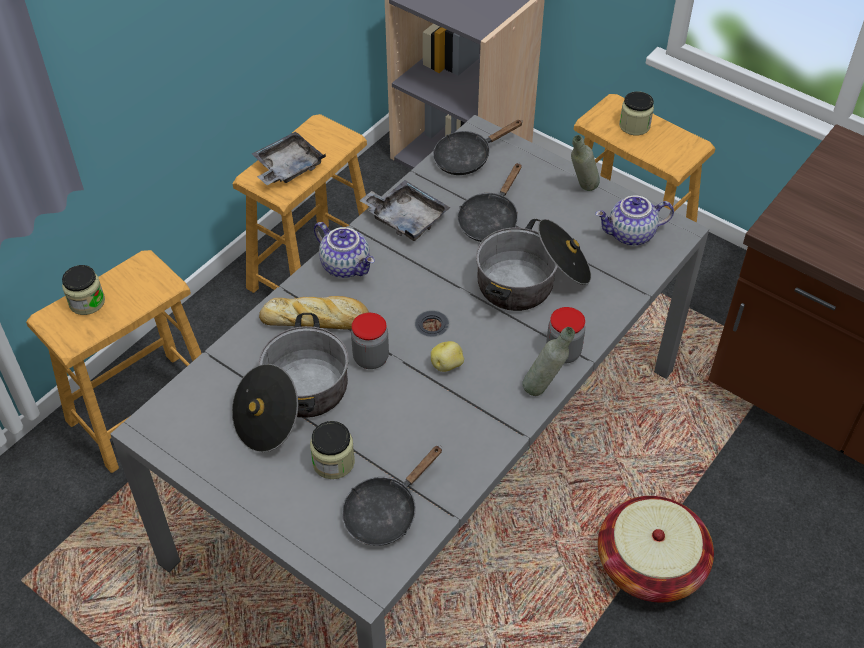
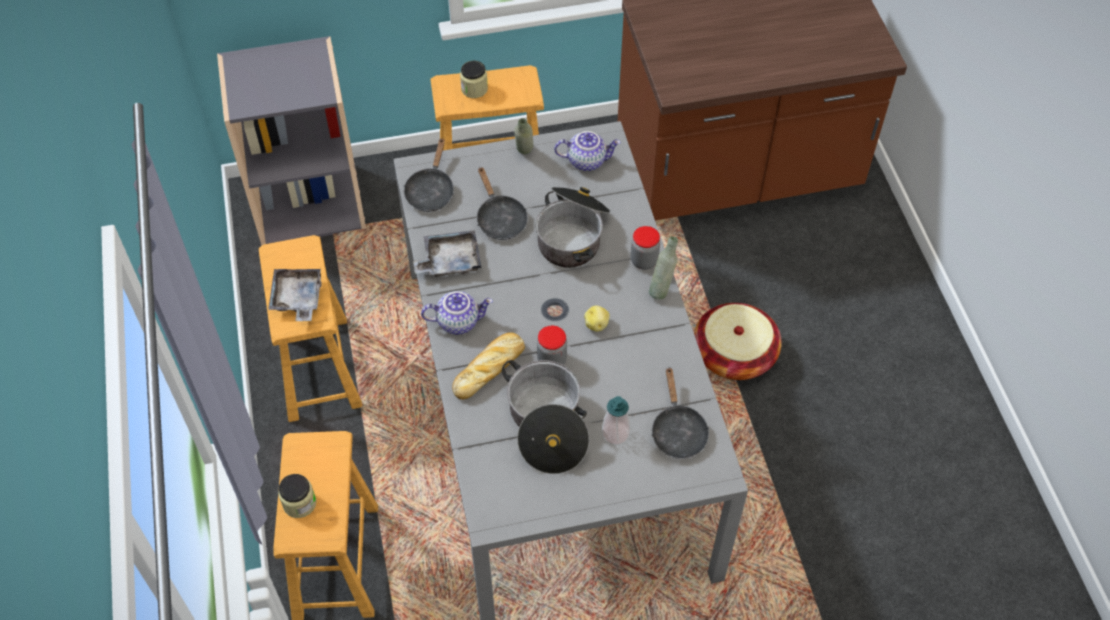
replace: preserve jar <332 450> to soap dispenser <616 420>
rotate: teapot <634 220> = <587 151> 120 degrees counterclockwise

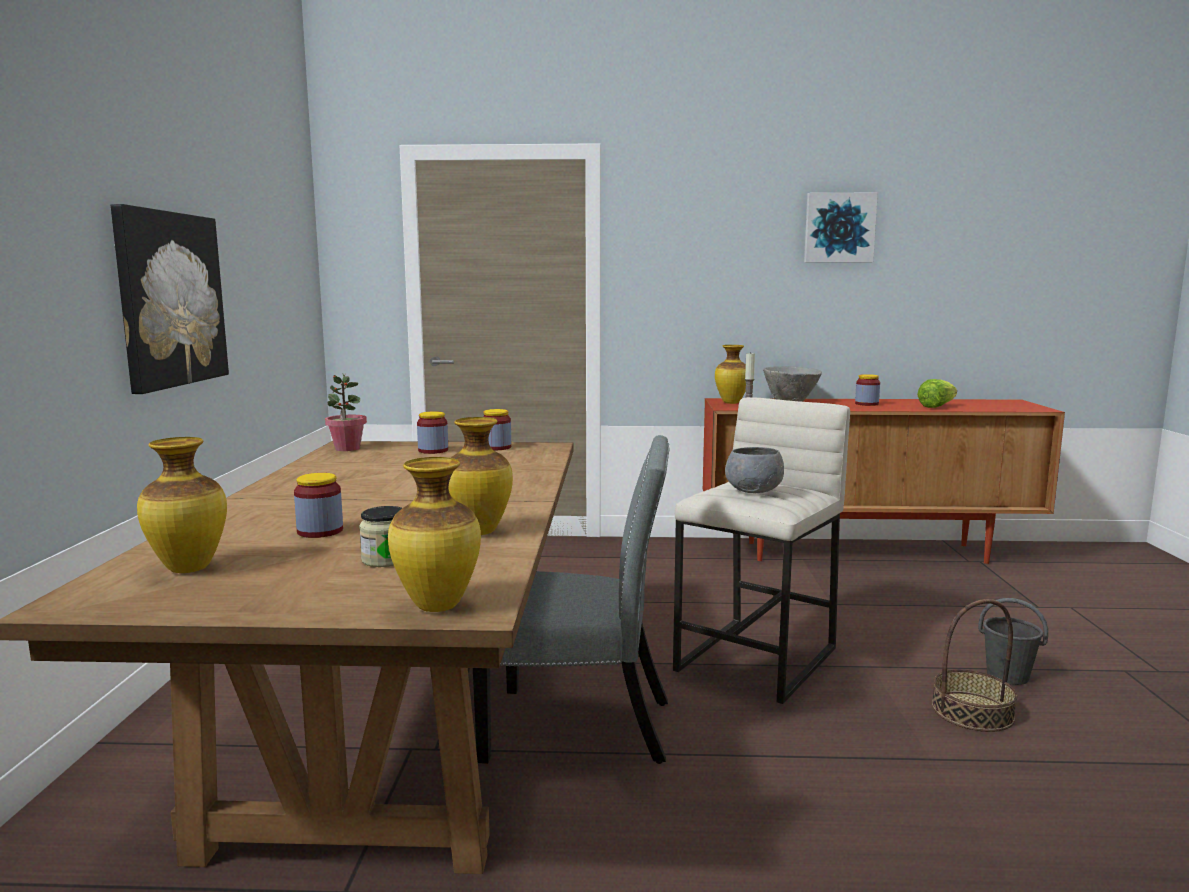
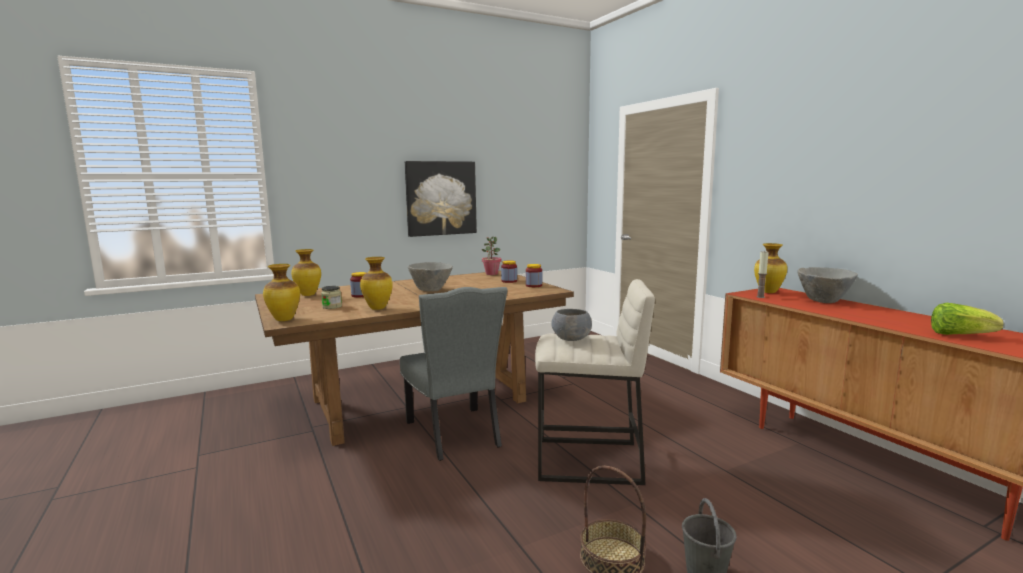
delete: wall art <841 227>; preserve jar <867 390>
insert: serving bowl/greyish <430 276>

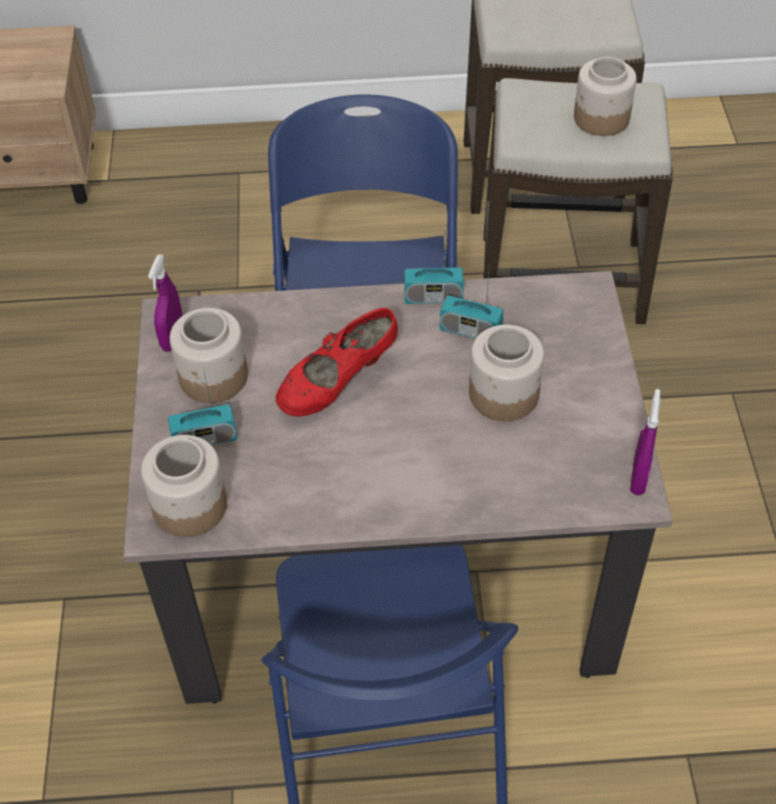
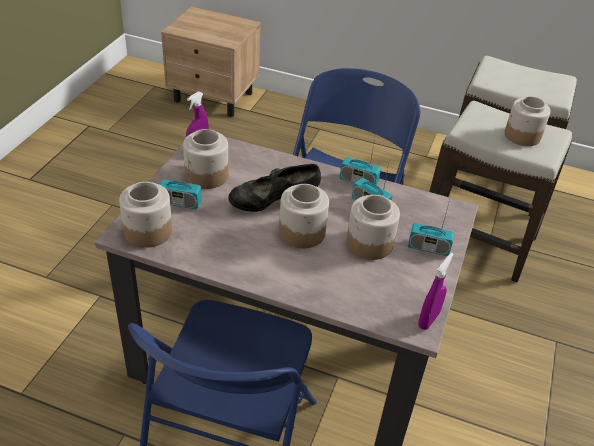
insert: preserve jar <304 216>; radio receiver <431 228>
recolor: shoe/red-coloured <337 362> to shoe/blackish <274 188>

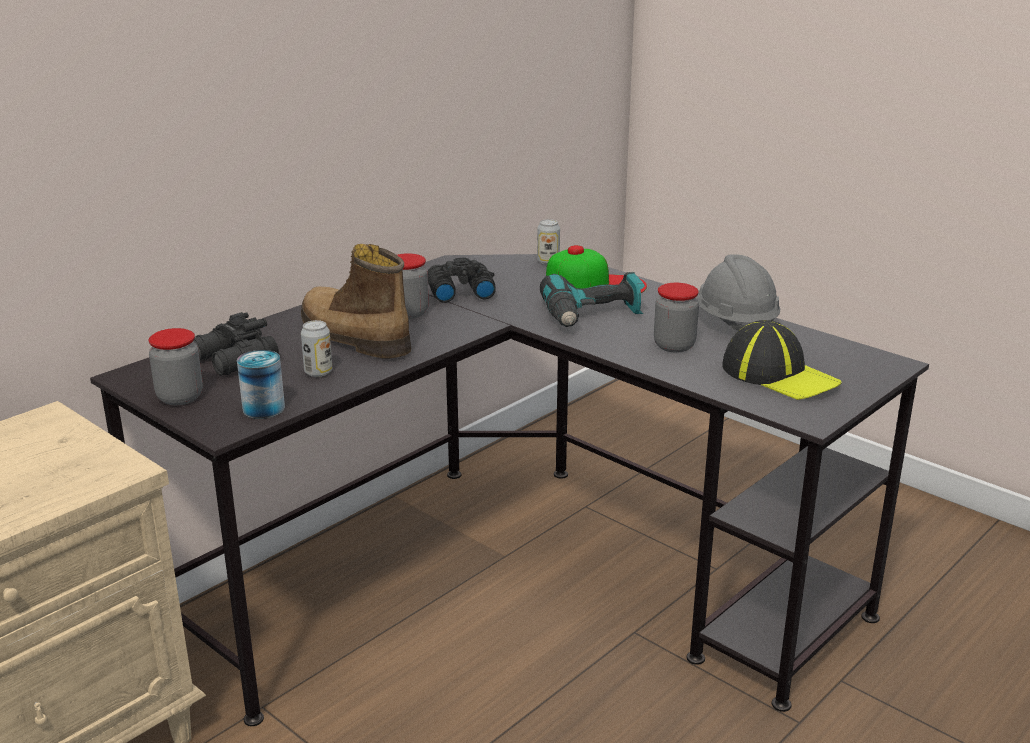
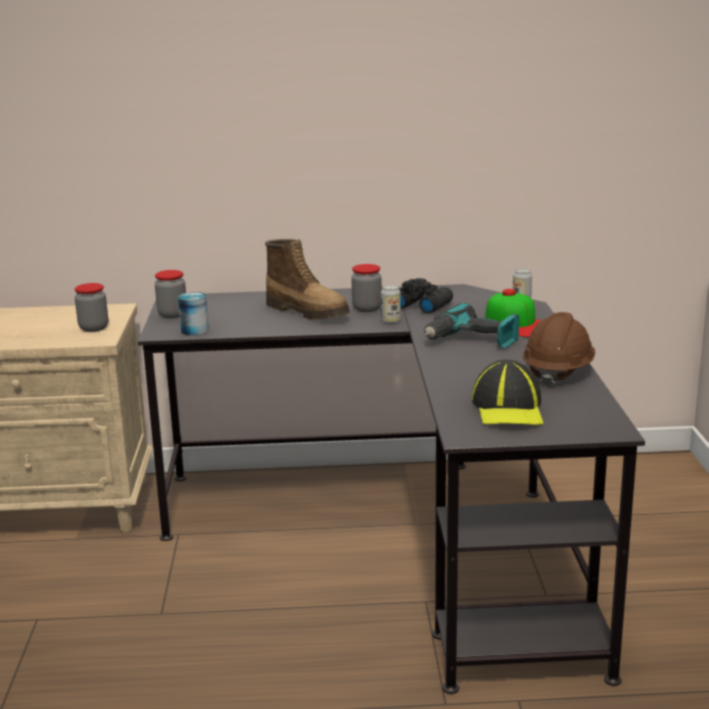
delete: binoculars/blackish <236 344>
move: sealed can <316 348> to <391 304>; preserve jar <676 318> to <91 307>
recolor: safety helmet/greyish <738 292> to safety helmet/brown-coloured <559 349>
rotate: tall boot <356 301> = <307 279> 135 degrees clockwise

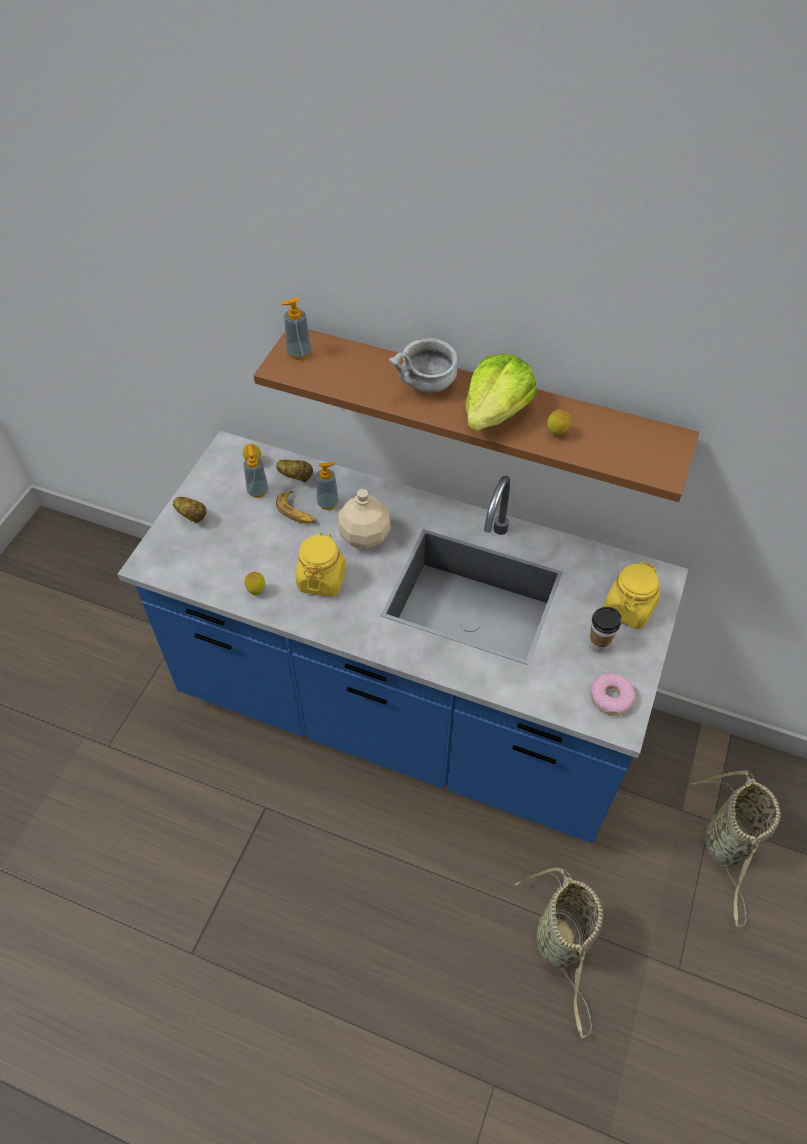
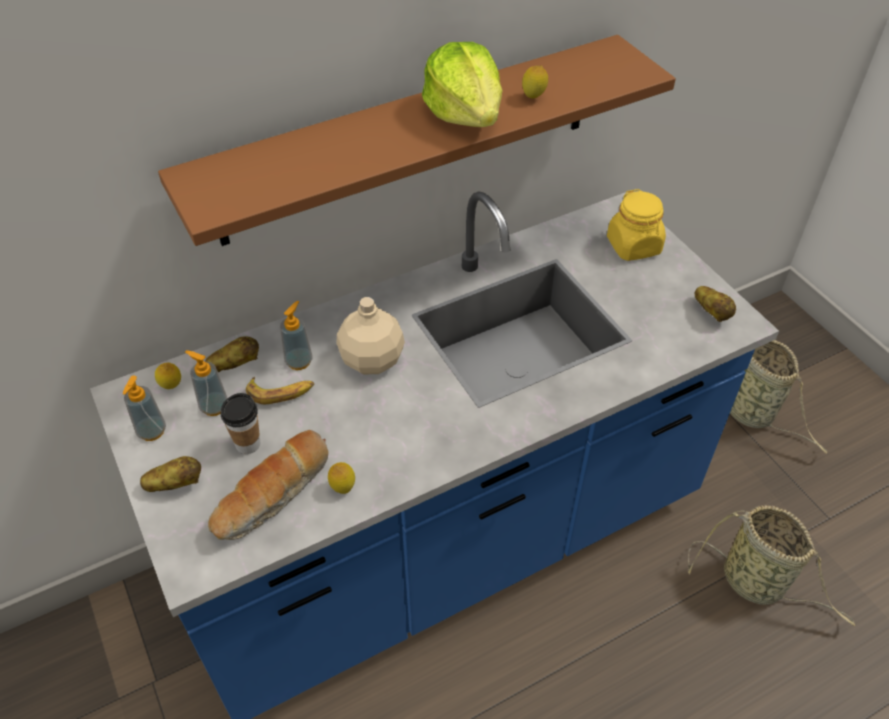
delete: preserve jar/yellow <321 564>; serving bowl/greyish <423 365>
insert: bread <268 485>
move: soap dispenser <296 328> to <144 408>; drinking cup <605 630> to <241 423>
replace: ring doughnut <612 694> to potato <715 304>

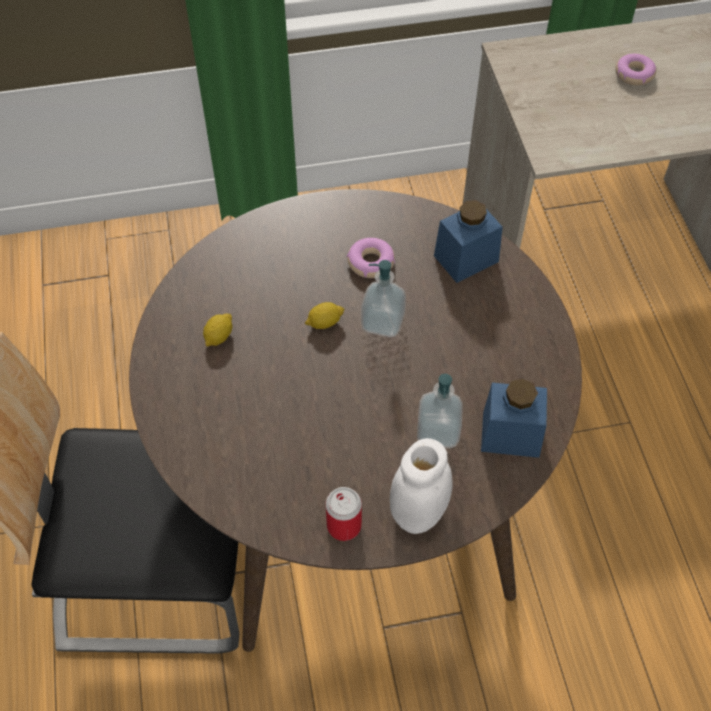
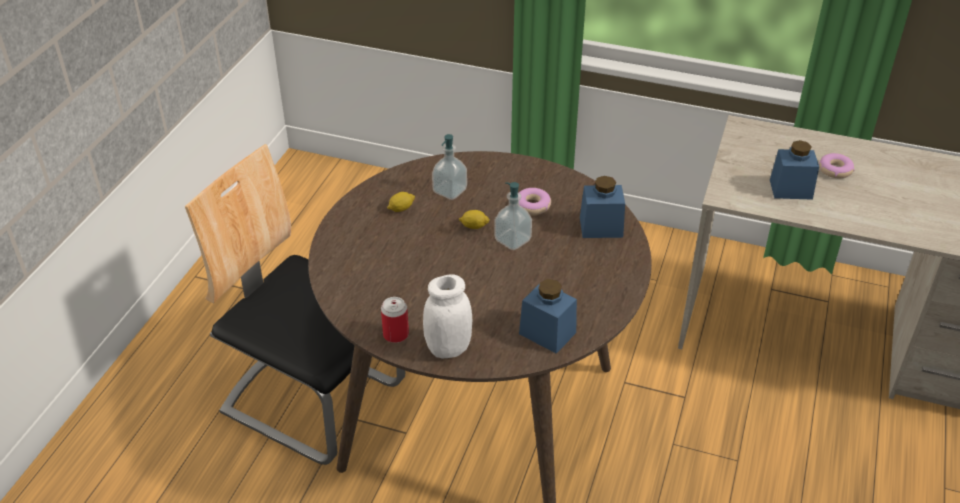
insert: preserve jar/blue <794 170>
move: soap dispenser <440 411> to <449 167>

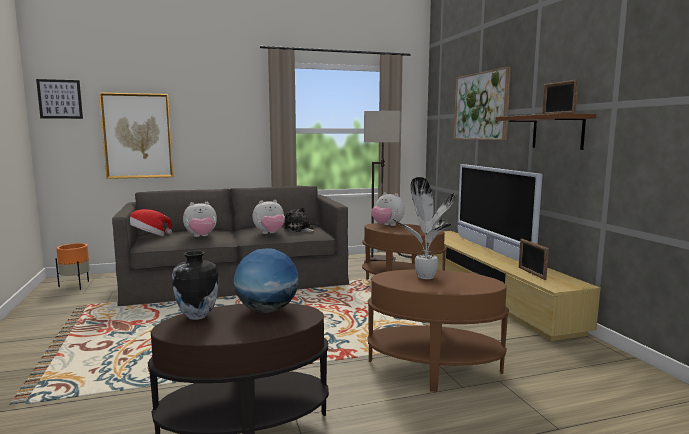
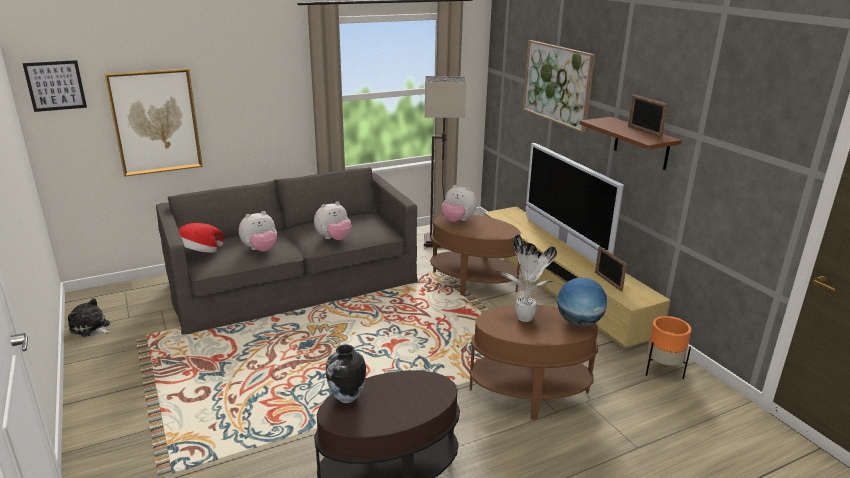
move: flower pot/orange-coloured <72 266> to <669 347>; world globe <266 280> to <582 302>; plush toy <300 219> to <89 317>

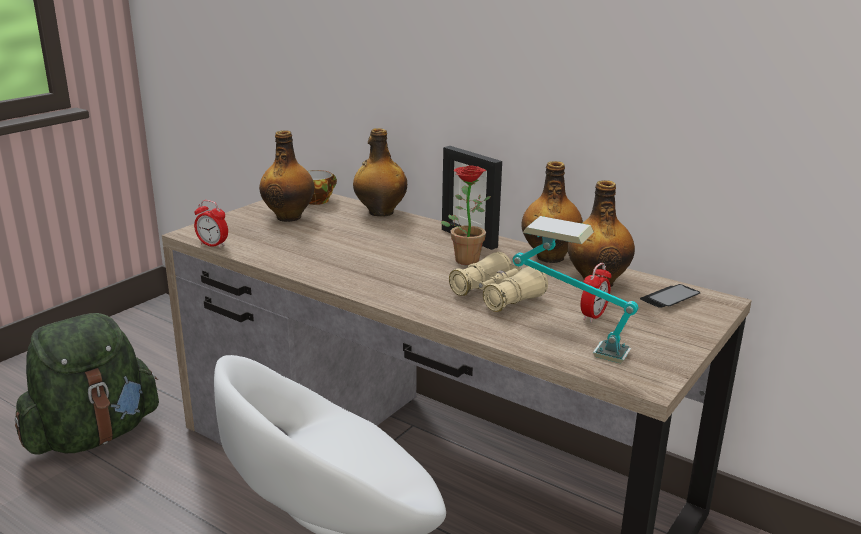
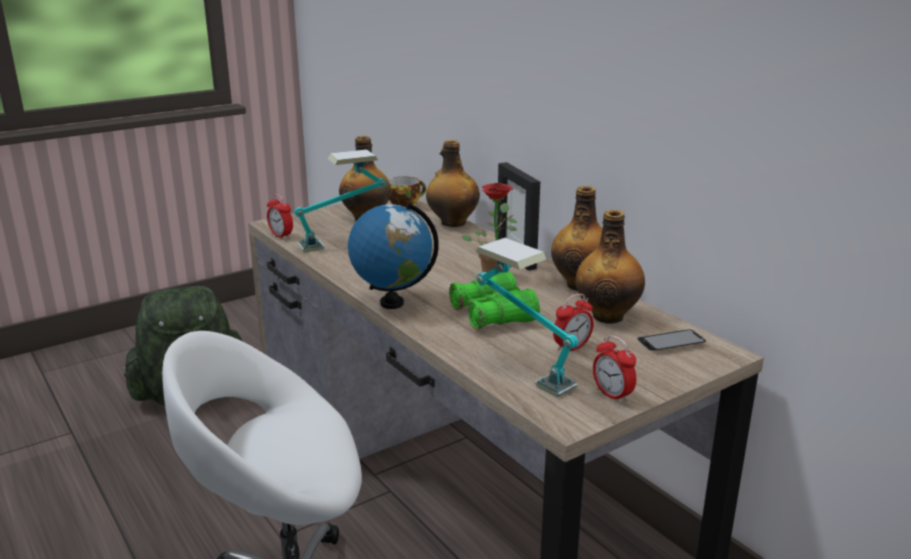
insert: table lamp <340 200>; world globe <393 255>; bedside clock <614 369>
recolor: binoculars/beige-coloured <498 282> to binoculars/greenish <494 301>

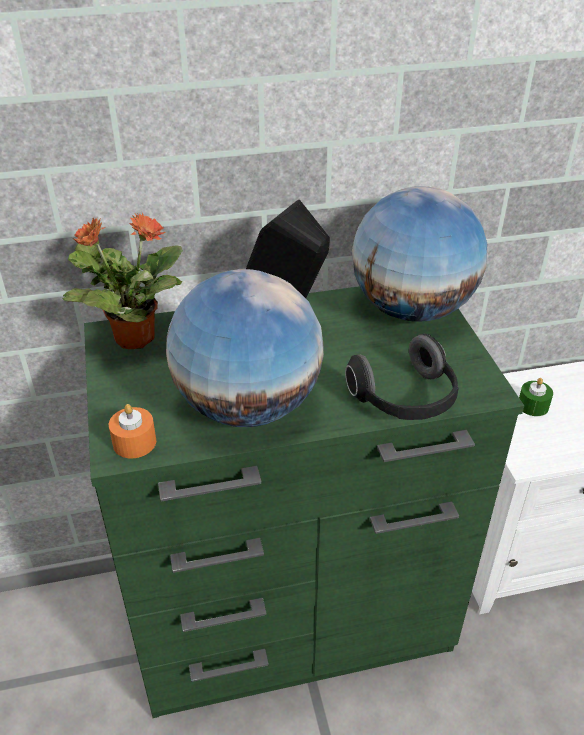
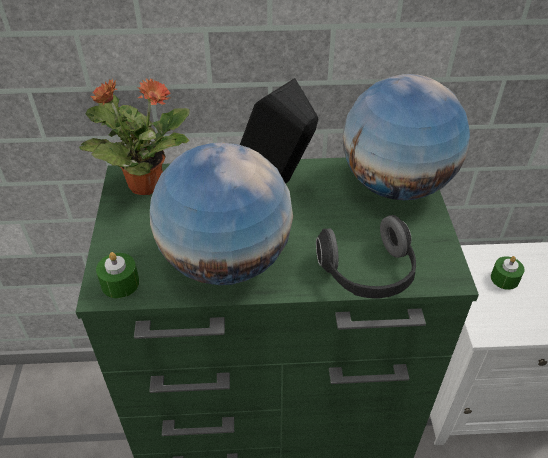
recolor: wax light/orange-coloured <132 431> to wax light/greenish <117 275>

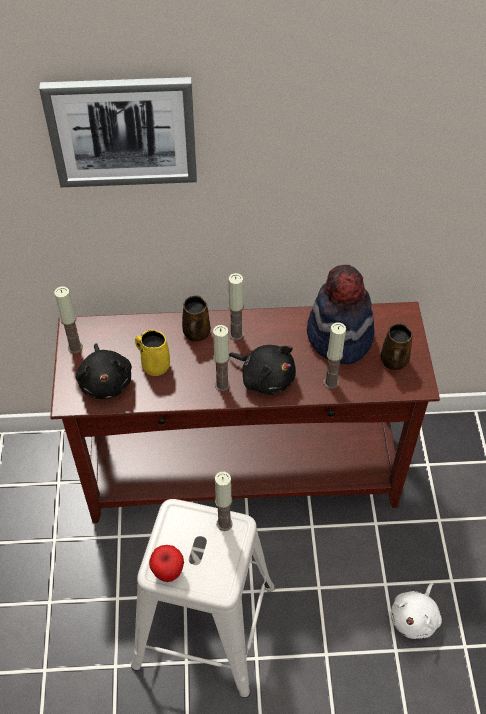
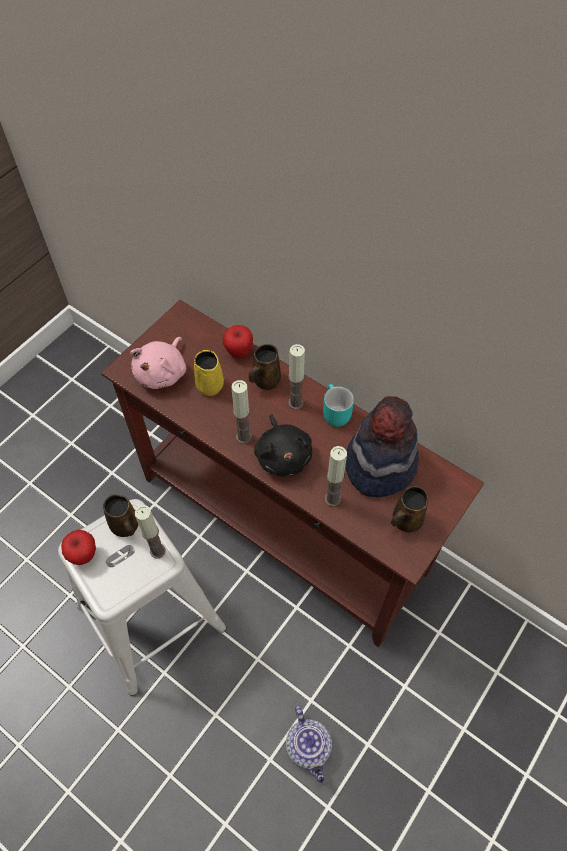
delete: wall art <118 132>; wax light <68 320>
insert: coffee mug/brown-coloured <121 515>; whole apple <238 341>; coffee mug/turquoise-coloured <338 405>
replace: plush toy/white <416 611> to teapot <309 744>
recolor: plush toy/blackish <104 371> to plush toy/pink-coloured <158 363>

